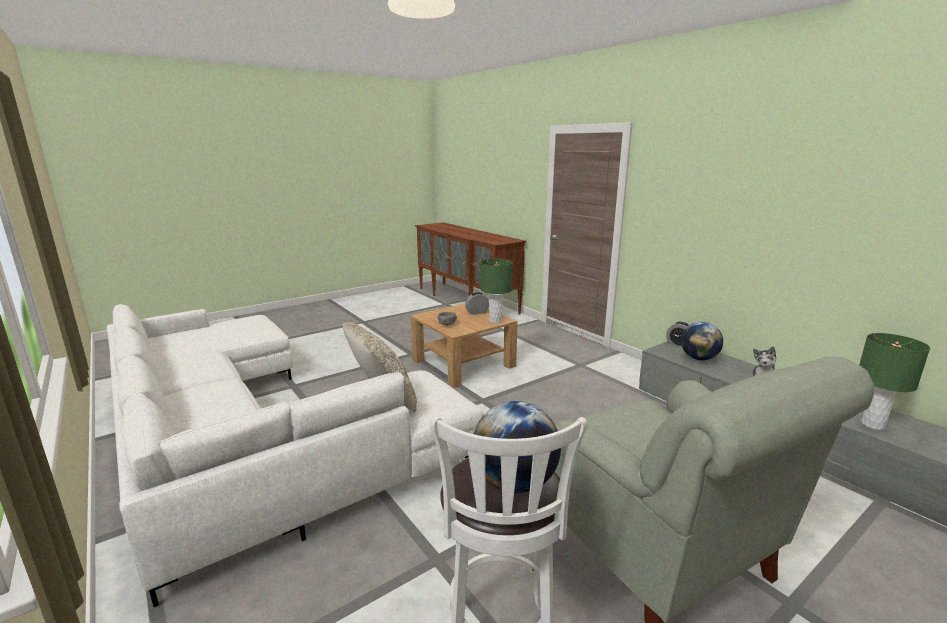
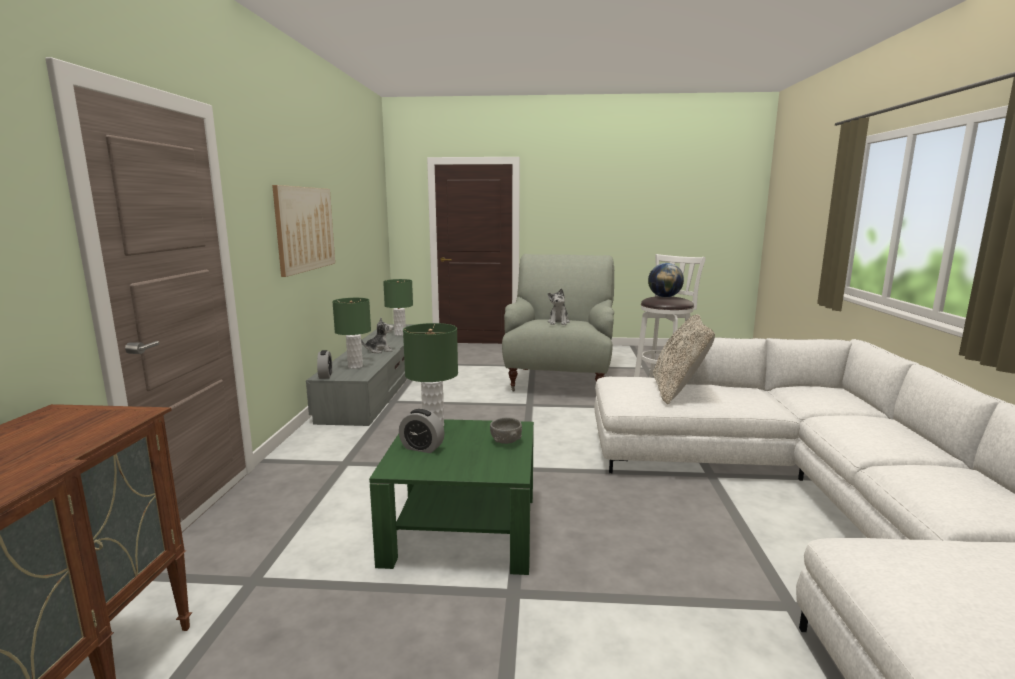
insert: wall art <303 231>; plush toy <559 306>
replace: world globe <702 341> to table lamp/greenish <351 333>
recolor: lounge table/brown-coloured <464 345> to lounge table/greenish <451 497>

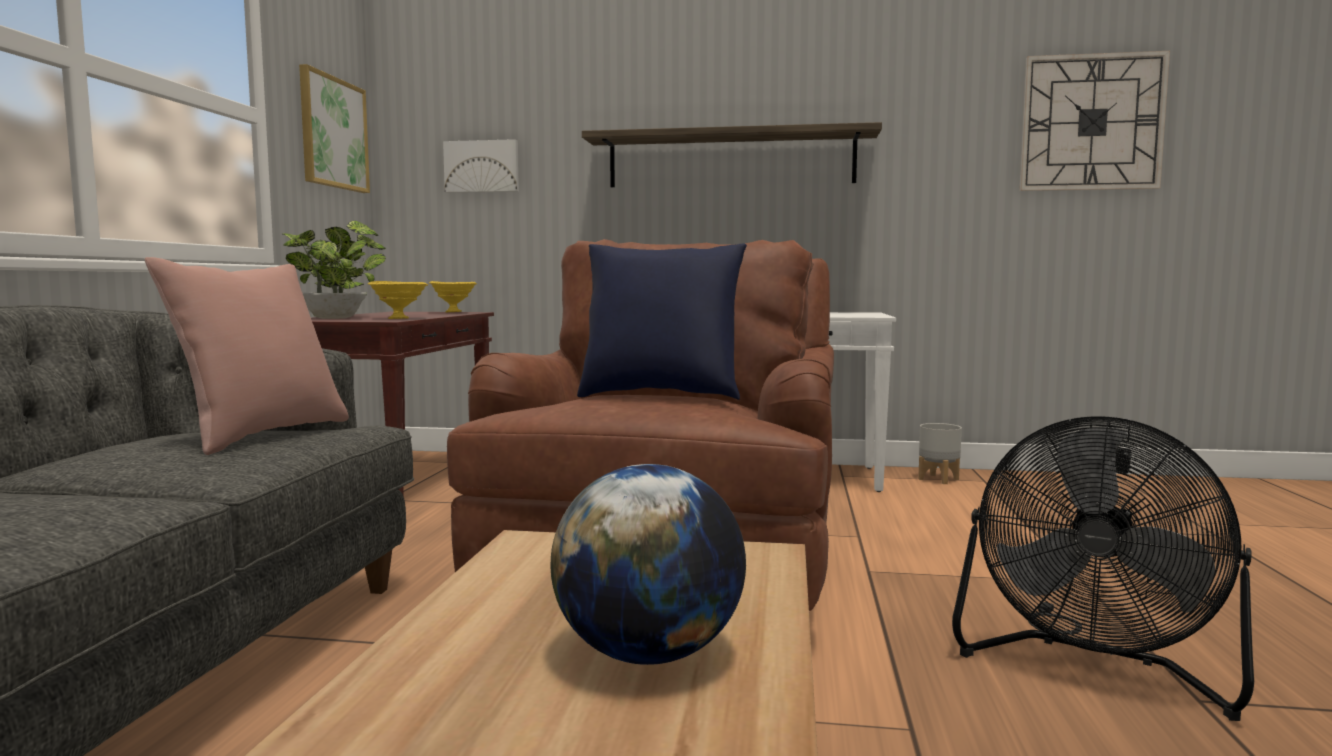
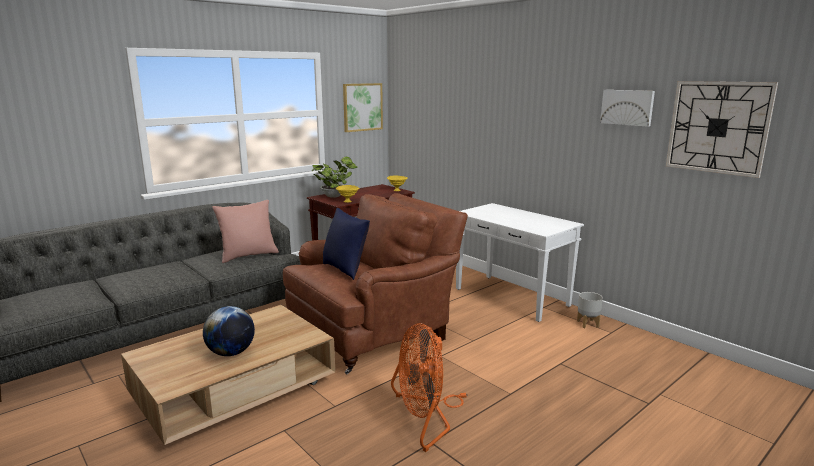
delete: wall shelf <732 154>
move: wall art <481 166> to <627 108>
recolor: cooling fan/blackish <1103 568> to cooling fan/orange-coloured <429 387>

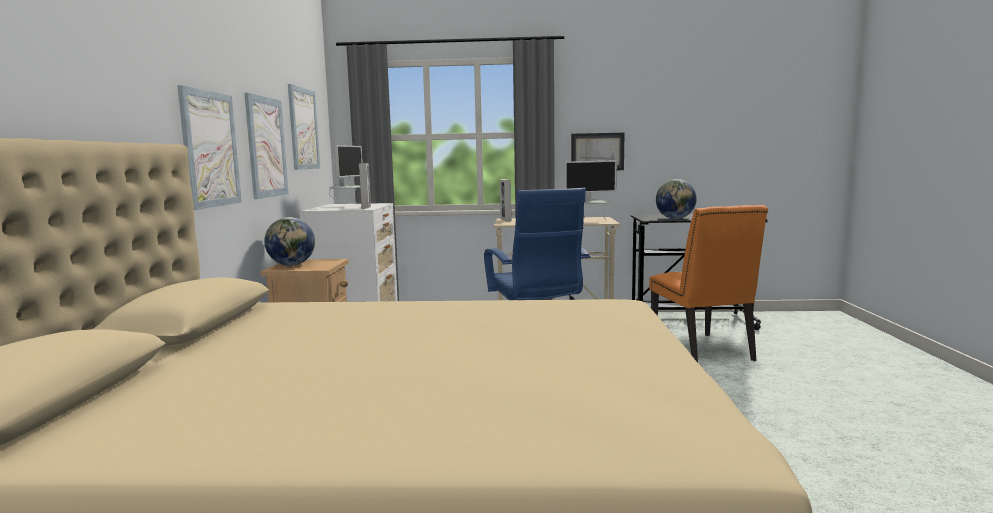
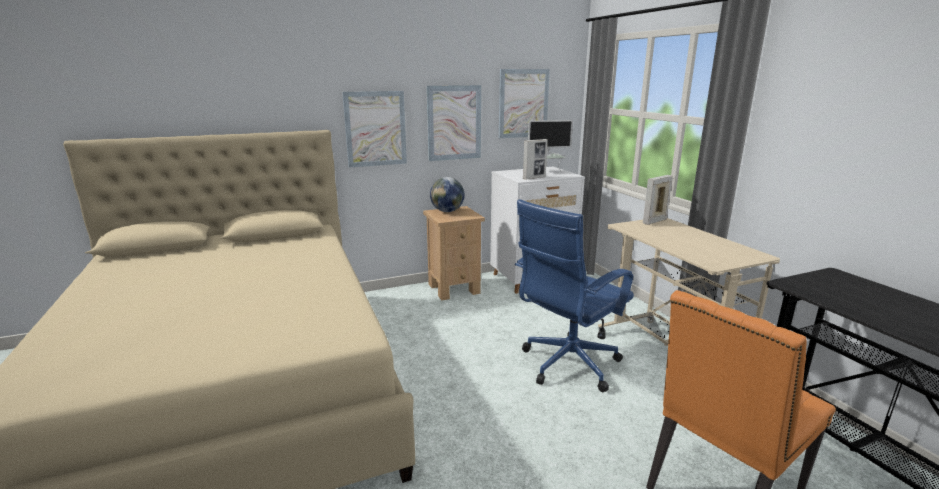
delete: monitor <590 190>; wall art <598 151>; world globe <676 199>

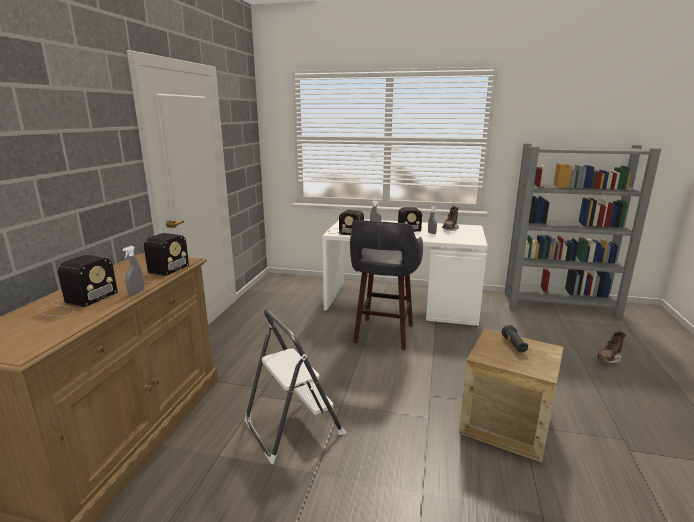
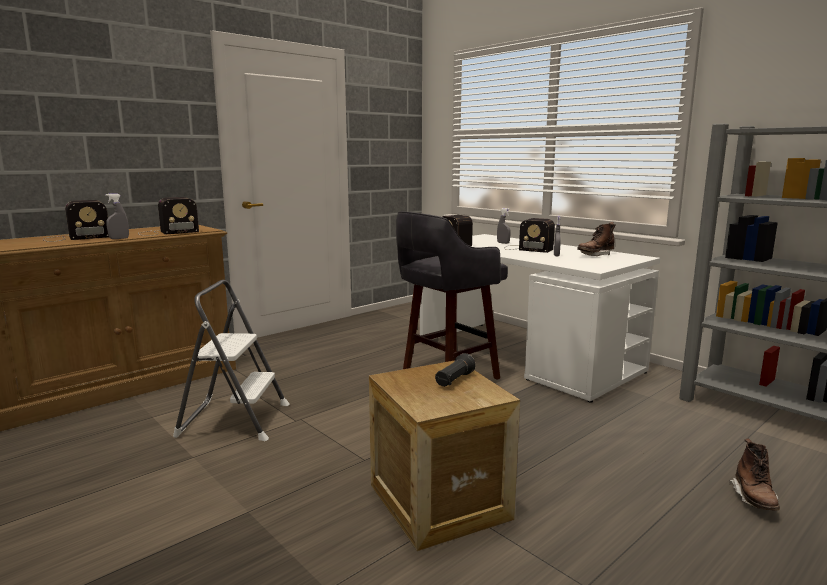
rotate: tall boot/brown-coloured <611 346> = <754 474> 75 degrees counterclockwise

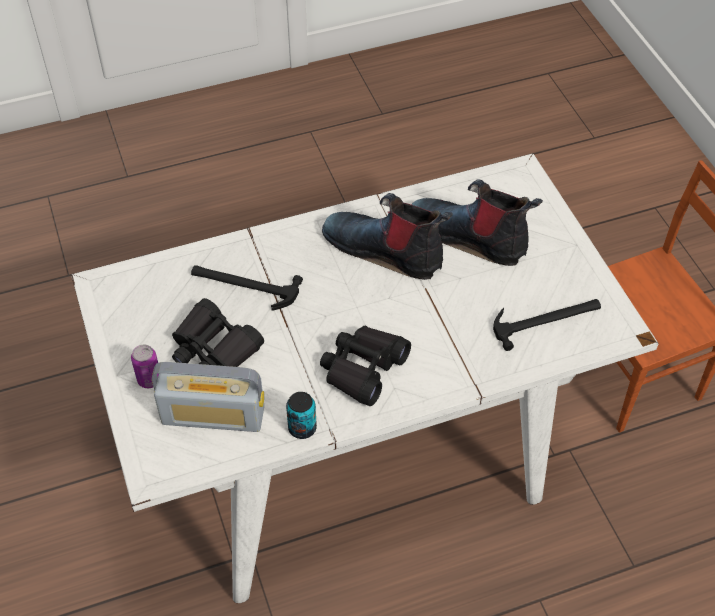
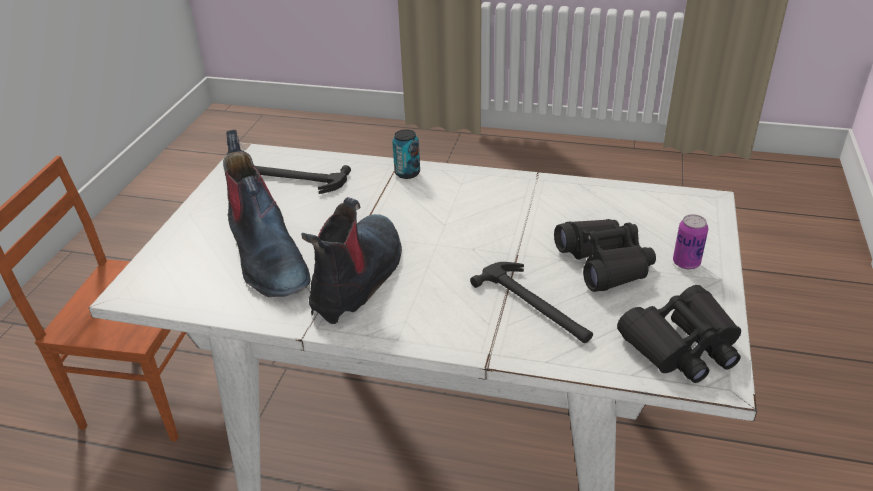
delete: radio receiver <208 397>
move: sealed can <301 415> to <406 154>; binoculars/blackish <365 366> to <679 334>
rotate: tall boot <387 236> = <351 260> 135 degrees counterclockwise

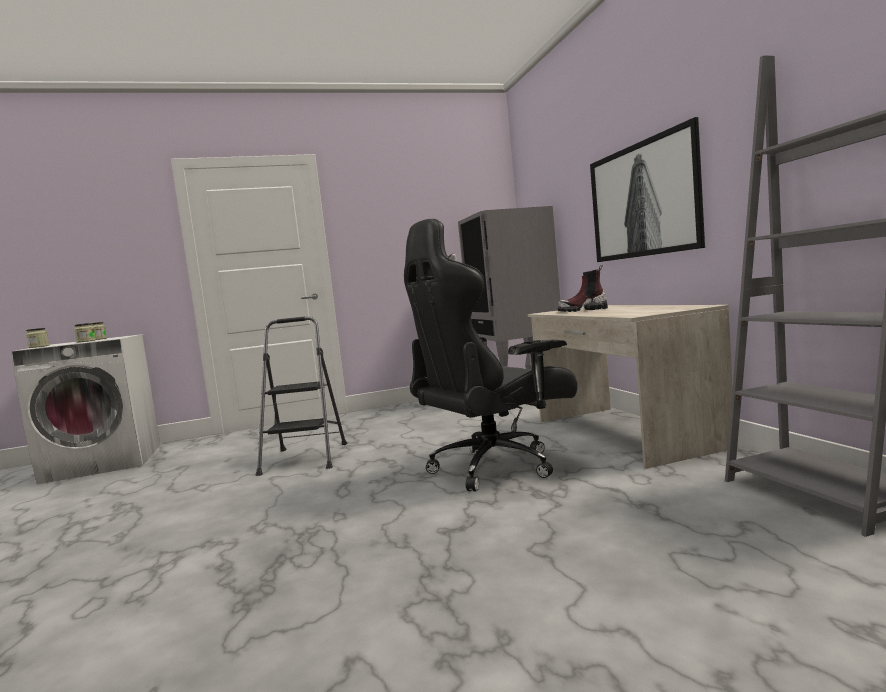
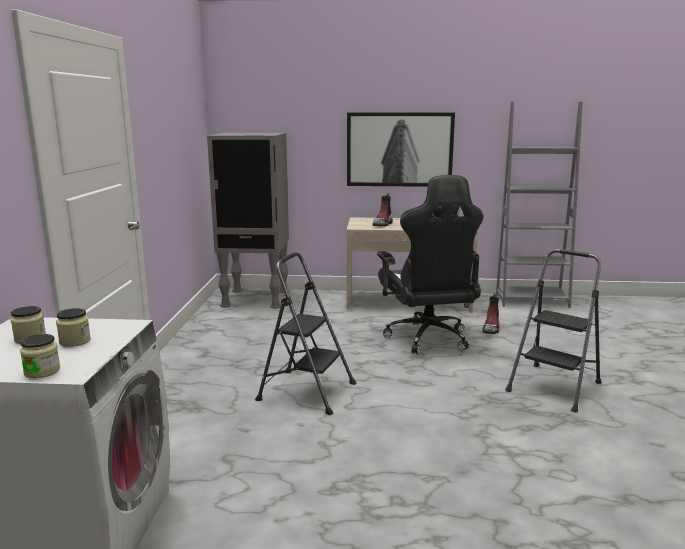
insert: tall boot <491 313>; stepladder/blackish <553 331>

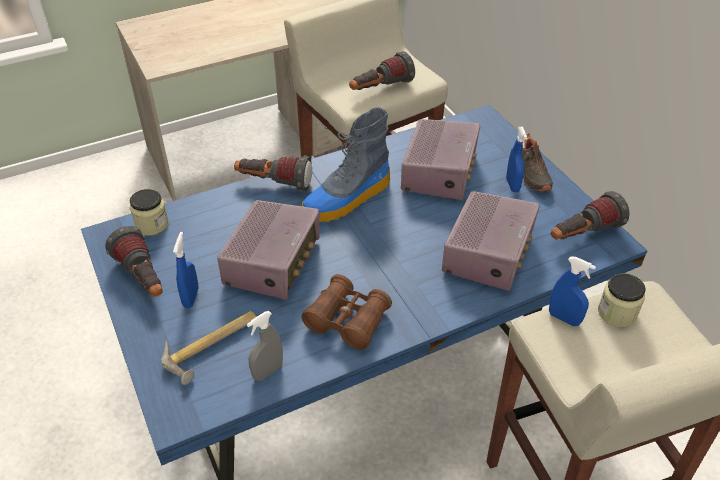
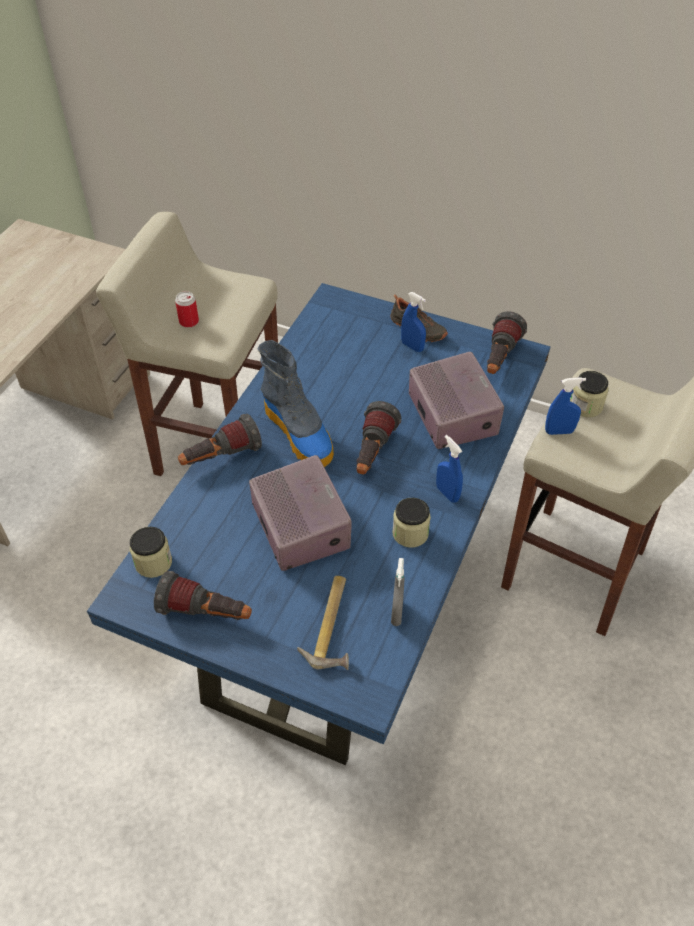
delete: radio receiver <440 159>
insert: sealed can <187 309>
move: sprayer/blue <186 270> to <449 469>; torch <382 70> to <378 438>
replace: binoculars/brown-coloured <347 312> to preserve jar <411 523>
rotate: tall boot <346 164> = <296 403> 45 degrees counterclockwise

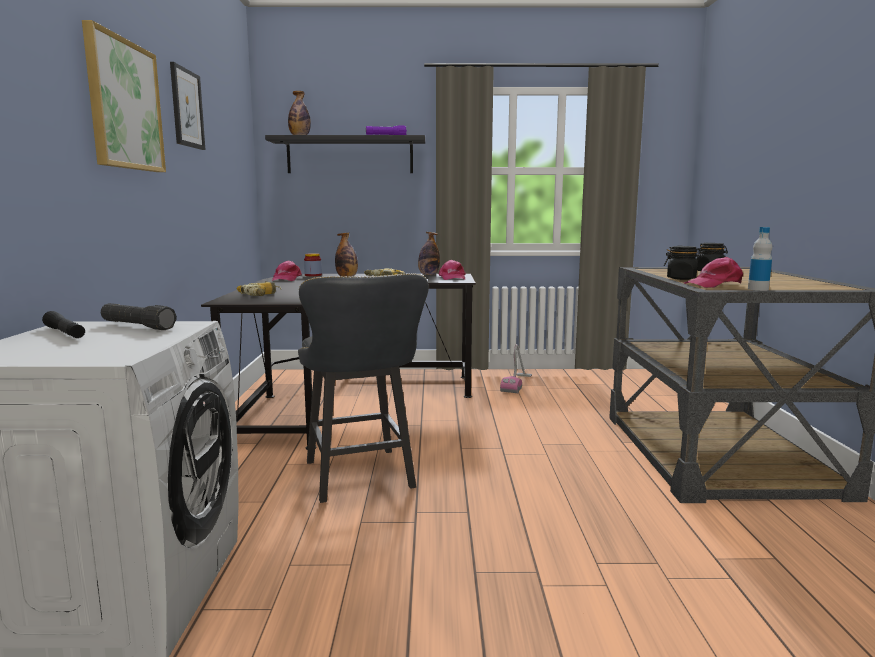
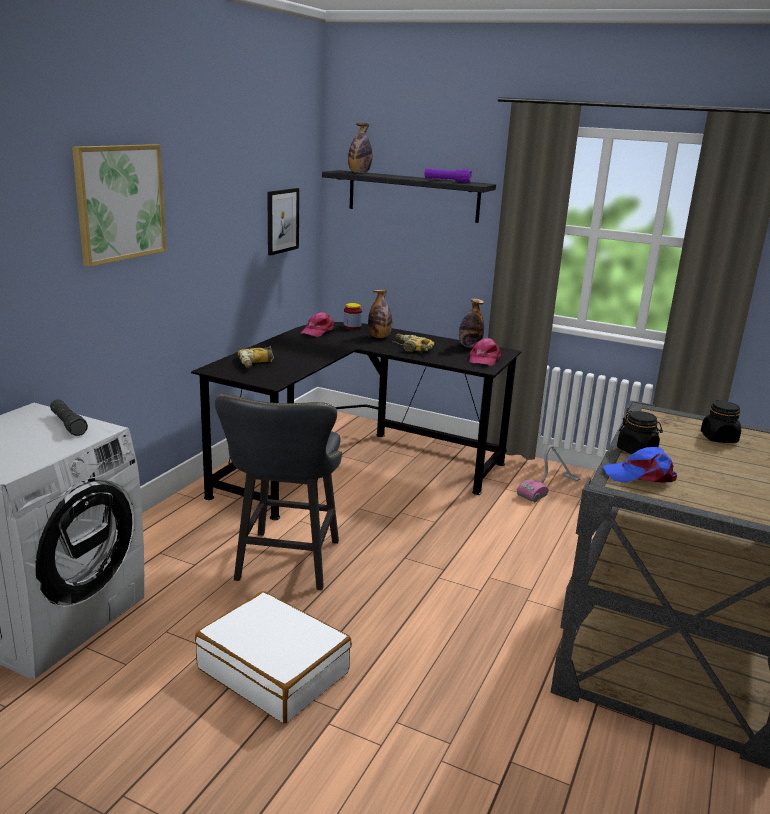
delete: torch/blackish <63 324>; beverage bottle <760 259>
insert: piece of luggage/white <273 657>
move: wall art <187 106> to <283 222>
recolor: baseball cap/pink-coloured <713 272> to baseball cap/blue <640 465>

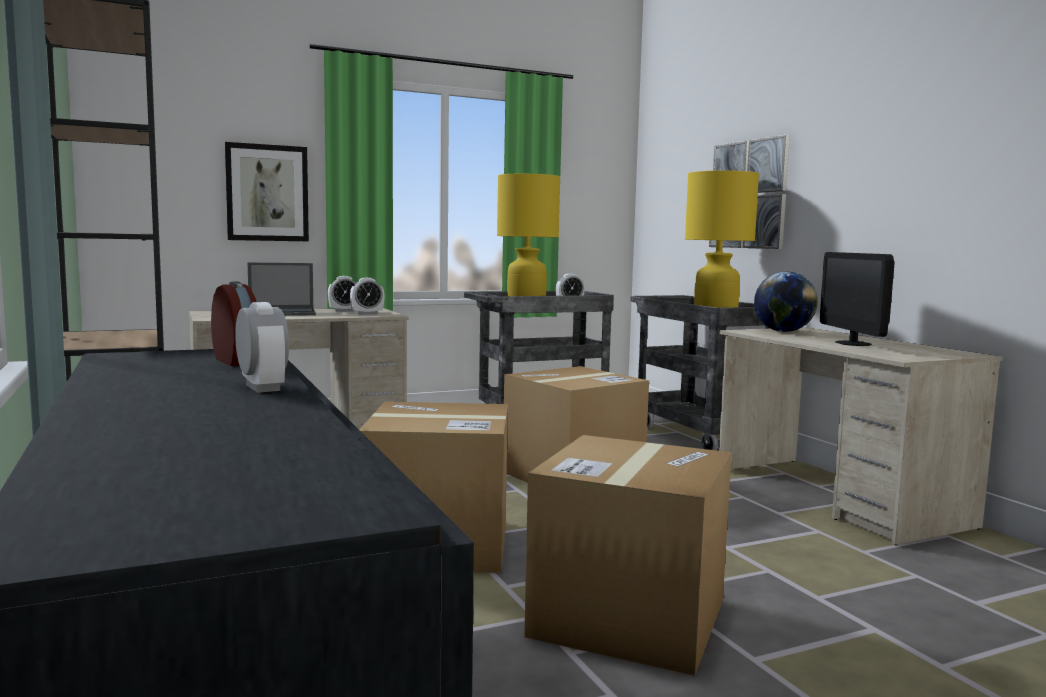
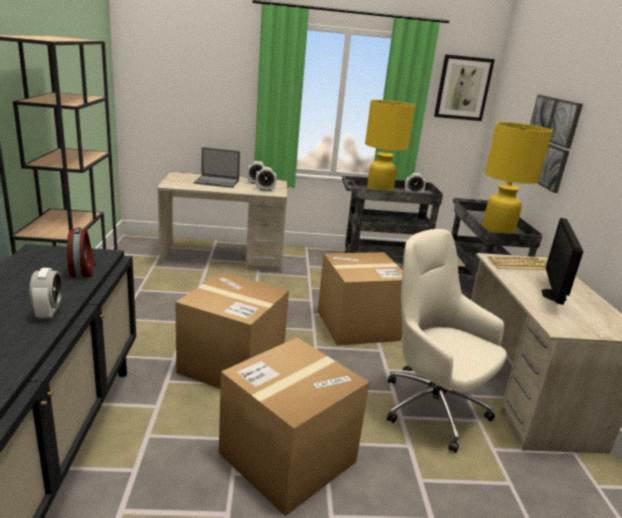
insert: office chair/beige-coloured <447 341>
move: wall art <267 191> to <464 87>
replace: world globe <786 301> to keyboard <517 263>

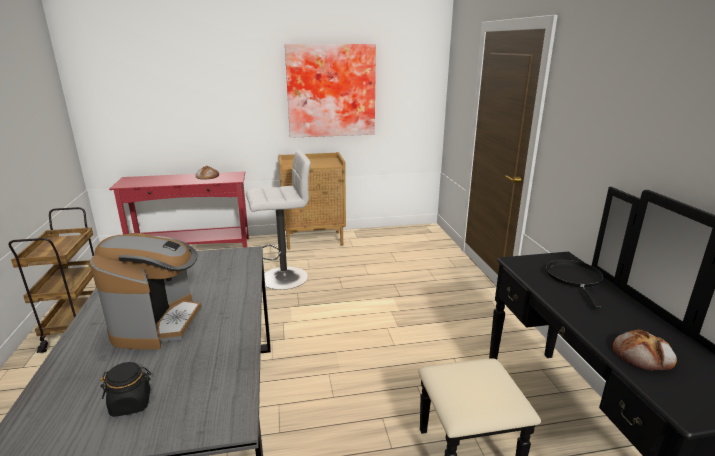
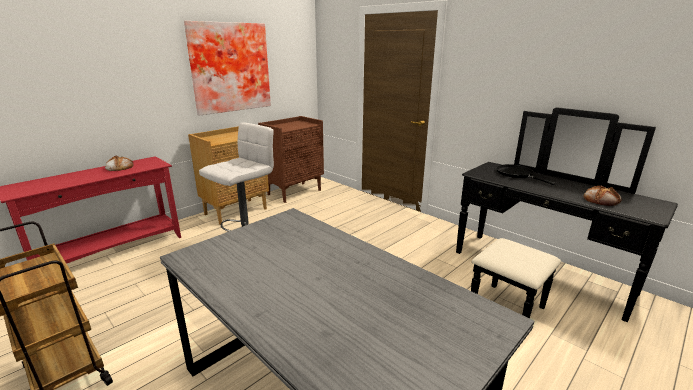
delete: coffee machine <145 291>; preserve jar/blackish <125 389>
insert: storage cabinet/brown-coloured <291 159>

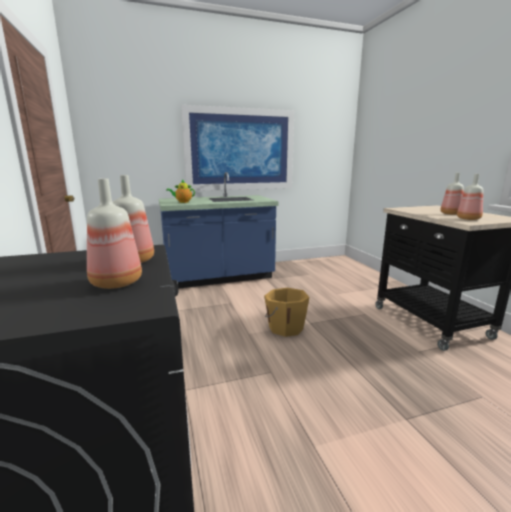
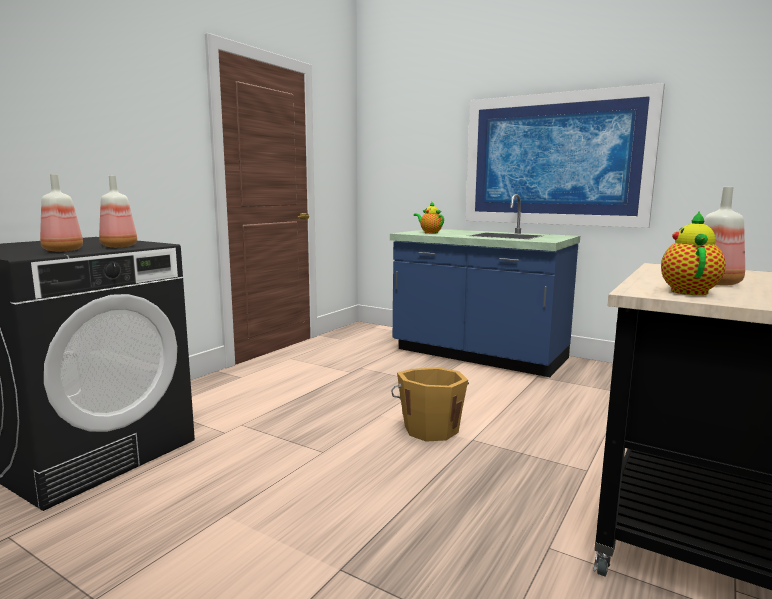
replace: beverage bottle <470 197> to teapot <693 253>

